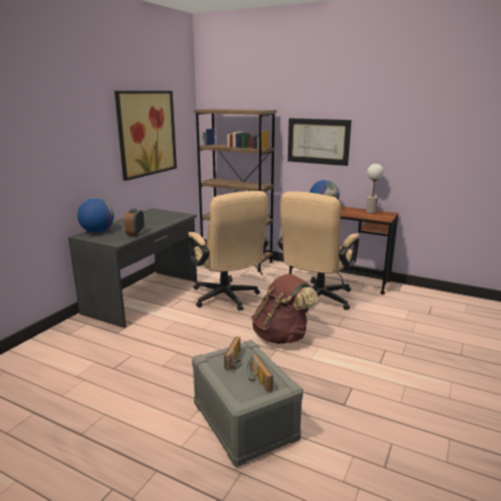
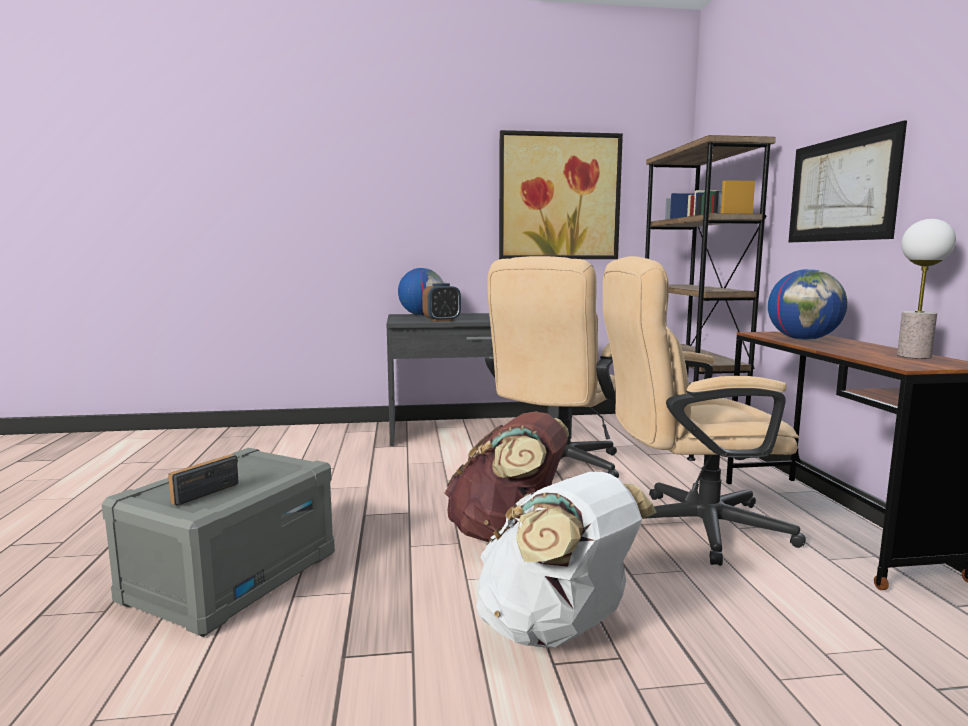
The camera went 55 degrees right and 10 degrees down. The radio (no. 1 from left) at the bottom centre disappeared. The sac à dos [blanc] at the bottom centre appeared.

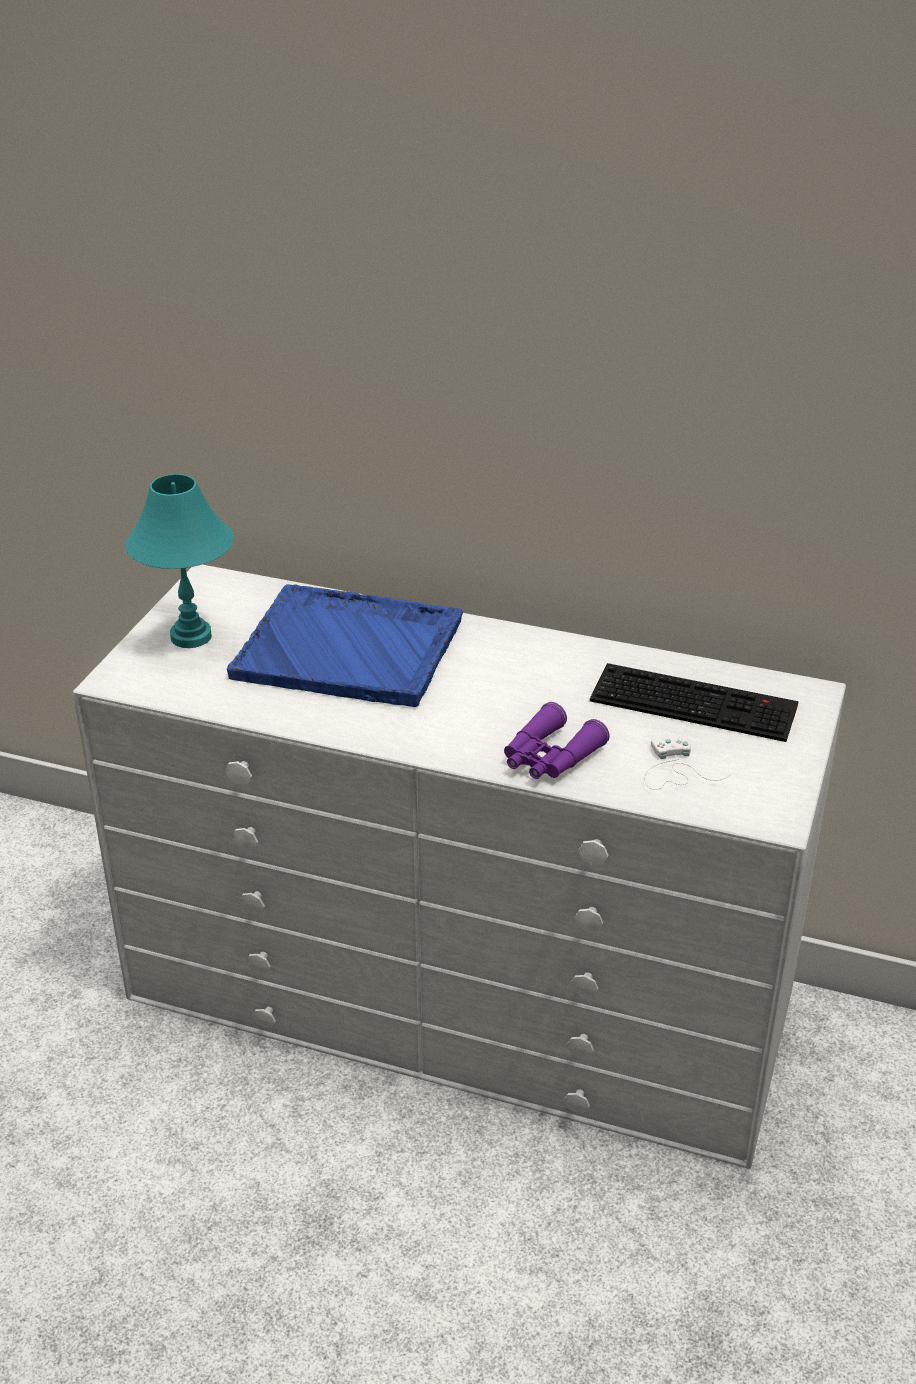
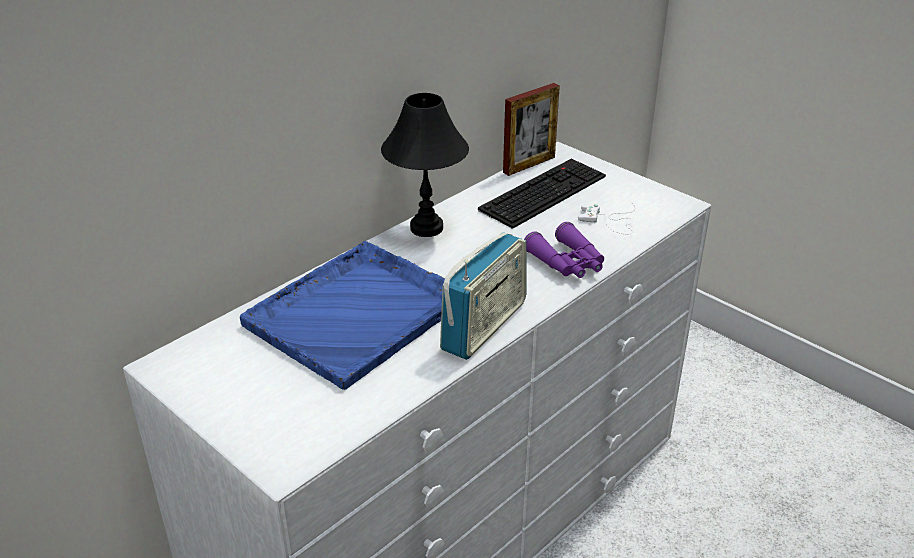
The camera went 65 degrees left and 0 degrees up. The lampe de table [turquoise] at the middle left disappeared. The lampe de table [noir] at the top centre appeared. The radio at the centre appeared. The cadre photo at the top centre appeared.

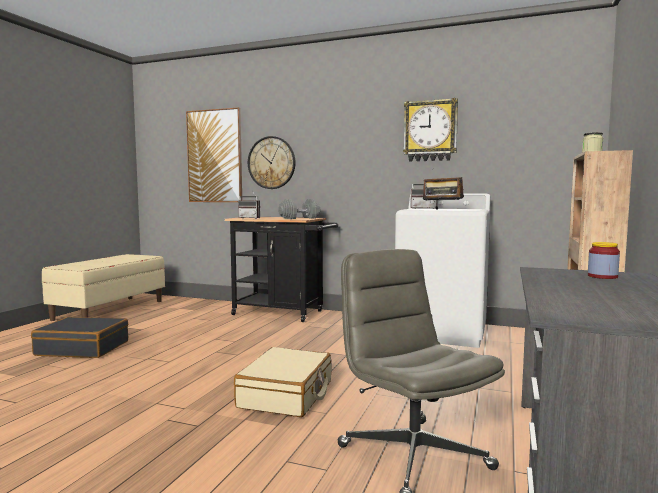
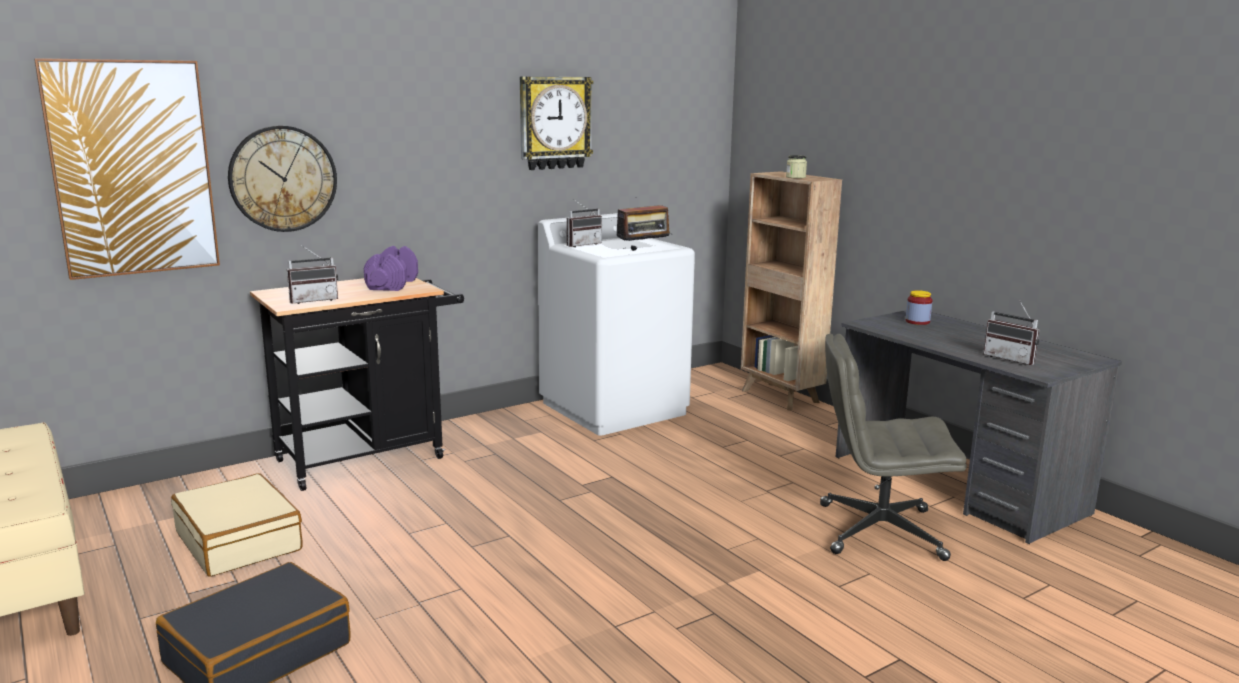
The camera went 55 degrees left and 10 degrees up. The valise [beige] moved from the bottom centre to the bottom left. The haltère [gris] at the centre became the haltère [violet] at the middle left. The radio (no. 4 from left) at the middle right appeared.

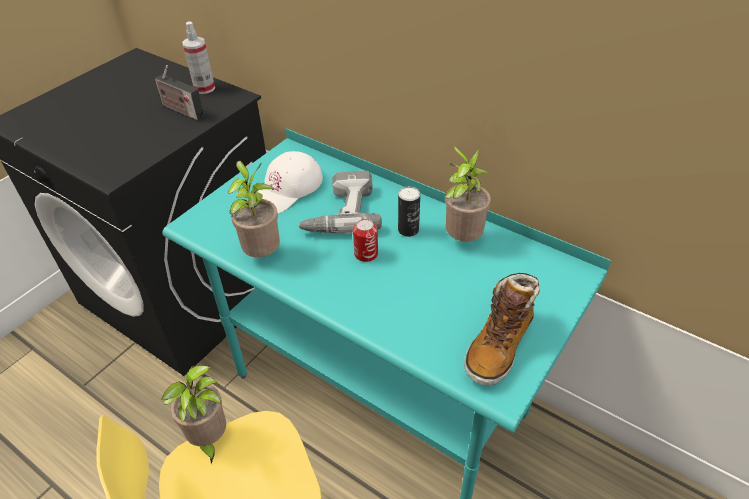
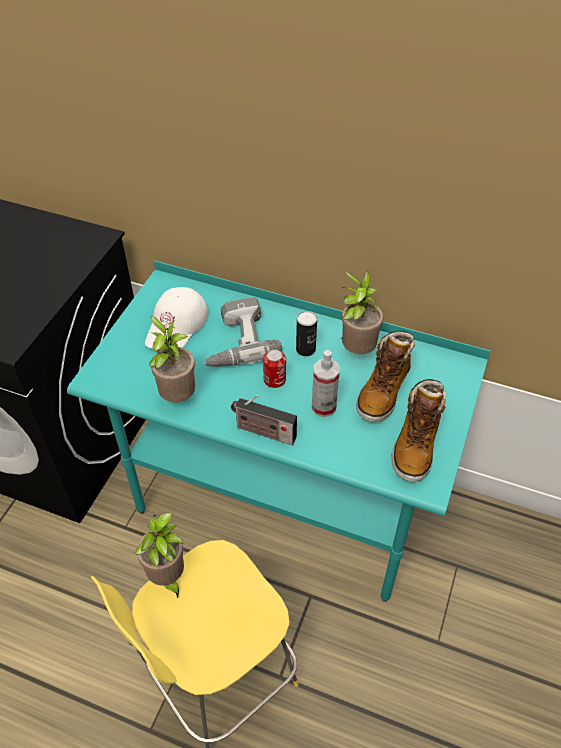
The camera went 15 degrees left and 5 degrees up. The radio moved from the top left to the centre. The vaporisateur moved from the top left to the centre. The botte (no. 1 from left) at the middle right appeared.

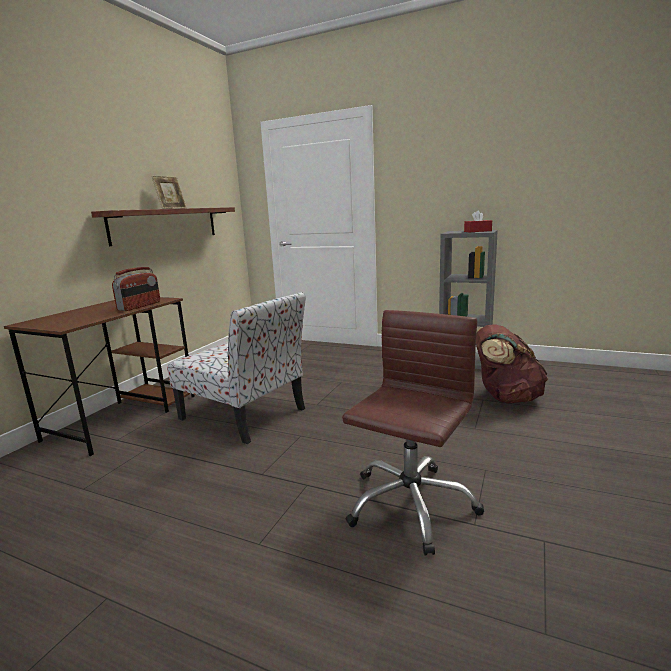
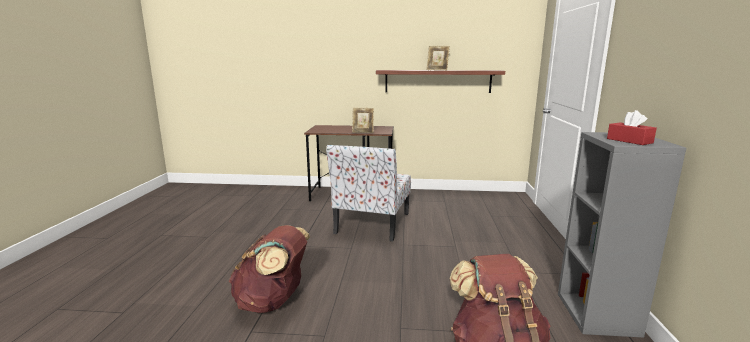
The camera went 70 degrees right and 0 degrees up. The radio at the middle left was replaced by the cadre photo (no. 1 from left) at the centre. The chaise de bureau [marron] at the centre was replaced by the sac à dos [marron] (no. 1 from left) at the bottom centre.

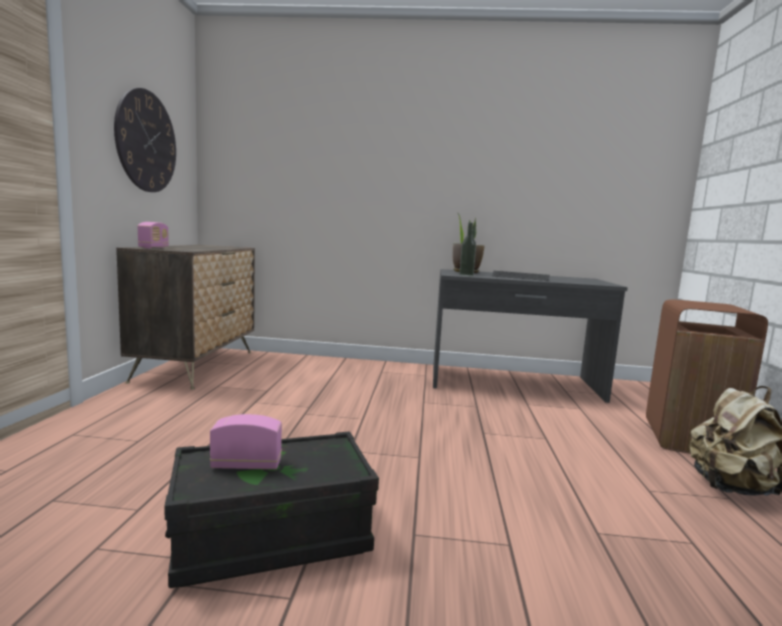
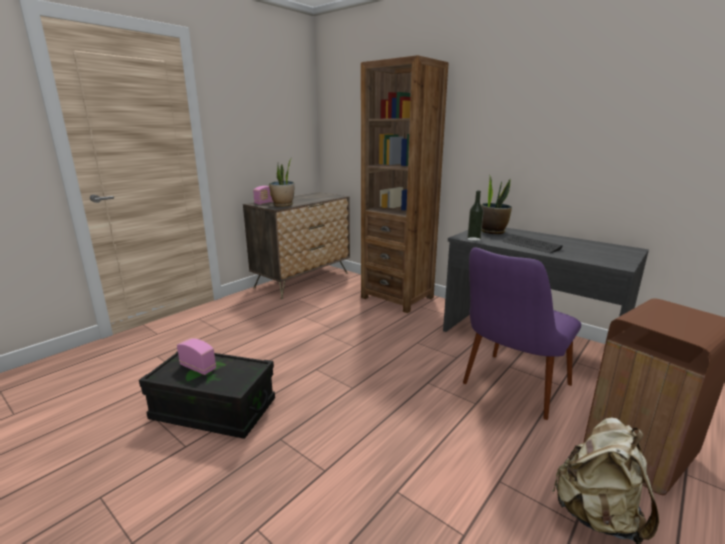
The camera went 35 degrees right and 10 degrees up. The horloge murale at the top left disappeared. The plante en pot (no. 1 from left) at the centre appeared. The bibliothèque [marron] at the centre appeared. The chaise [violet] at the middle right appeared.

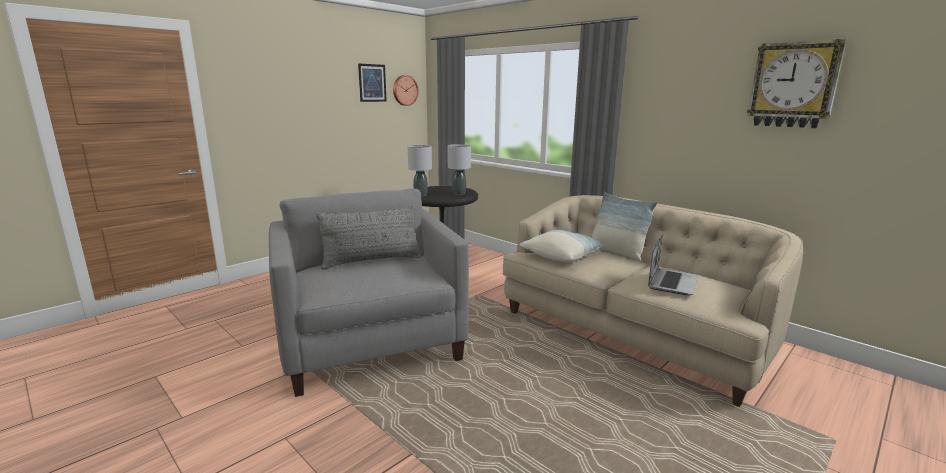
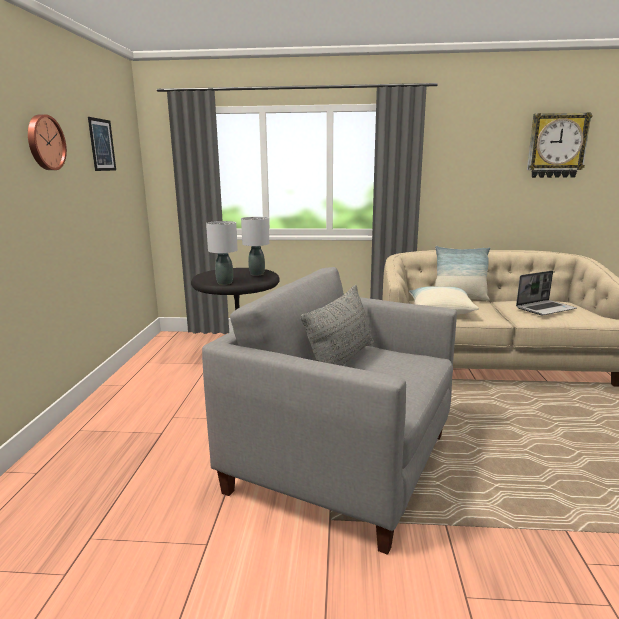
The camera went 40 degrees left and 0 degrees up. The horloge murale (no. 1 from left) moved from the top centre to the top left. The ordinateur portable at the middle right turned 75 degrees clockwise.

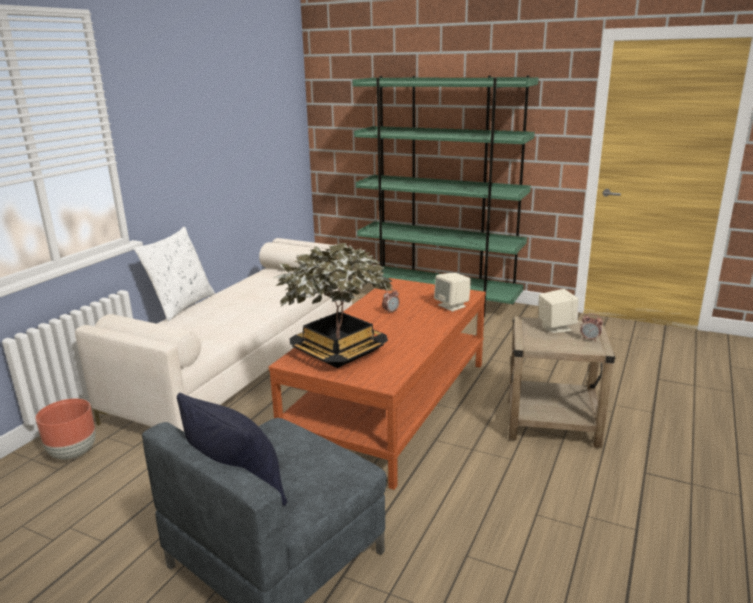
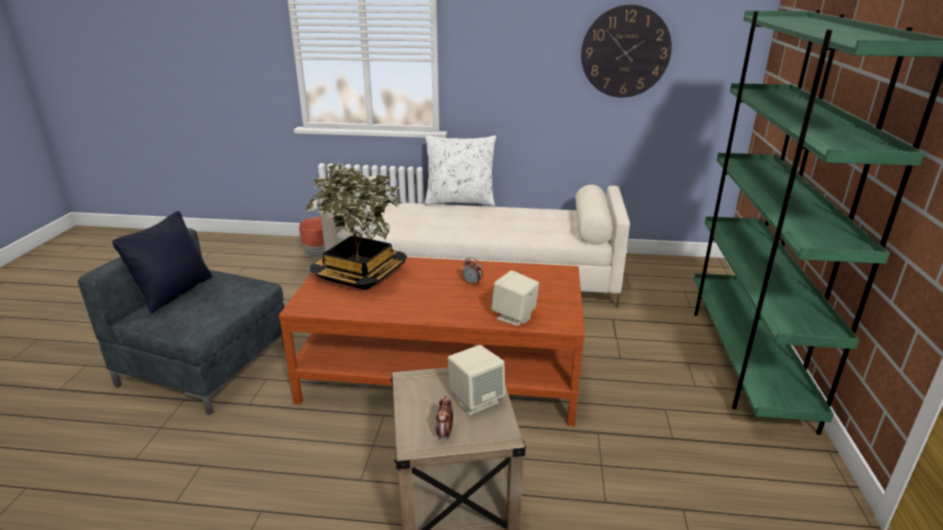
The camera went 70 degrees right and 5 degrees up. The horloge murale at the top centre appeared.

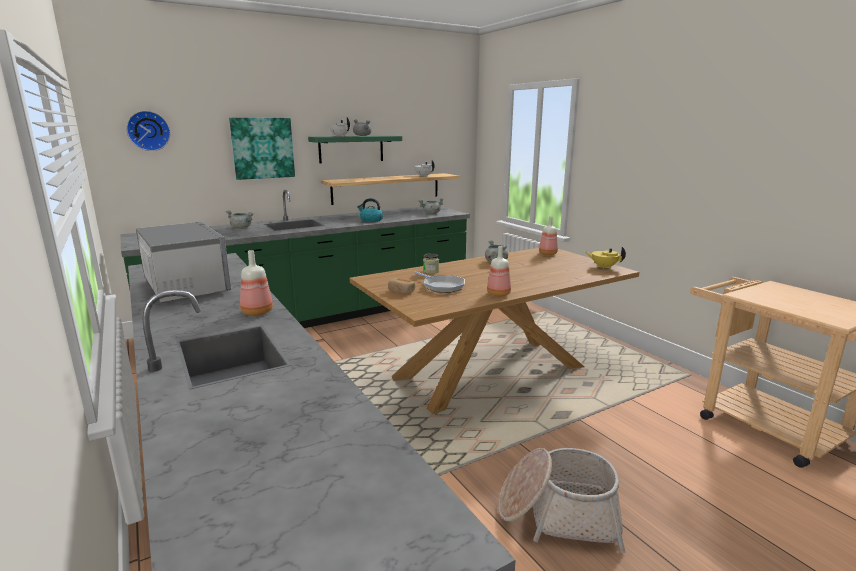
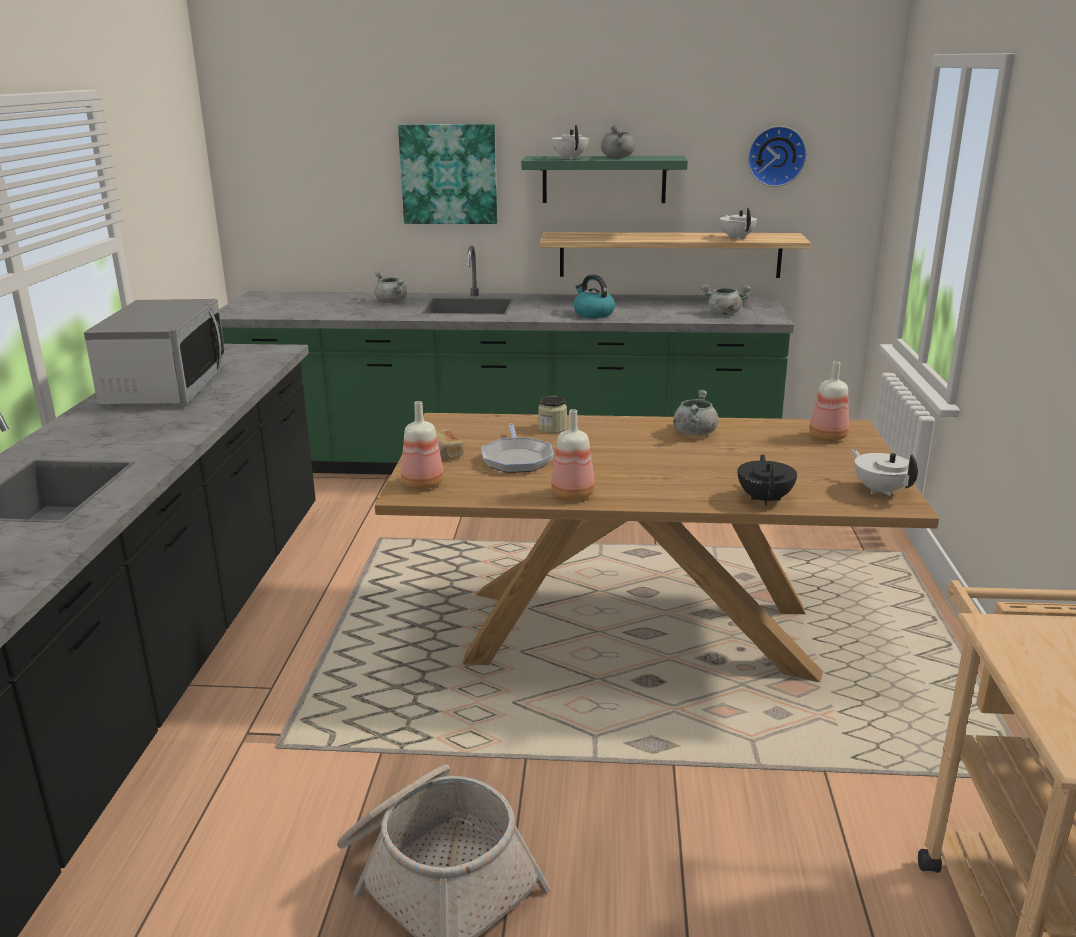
The camera went 35 degrees right and 5 degrees up. The horloge murale moved from the top left to the top right. The bouteille (no. 1 from left) moved from the middle left to the centre. The théière [jaune] at the middle right became the théière [blanc] (no. 3 from left) at the middle right. The théière [noir] at the middle right appeared.

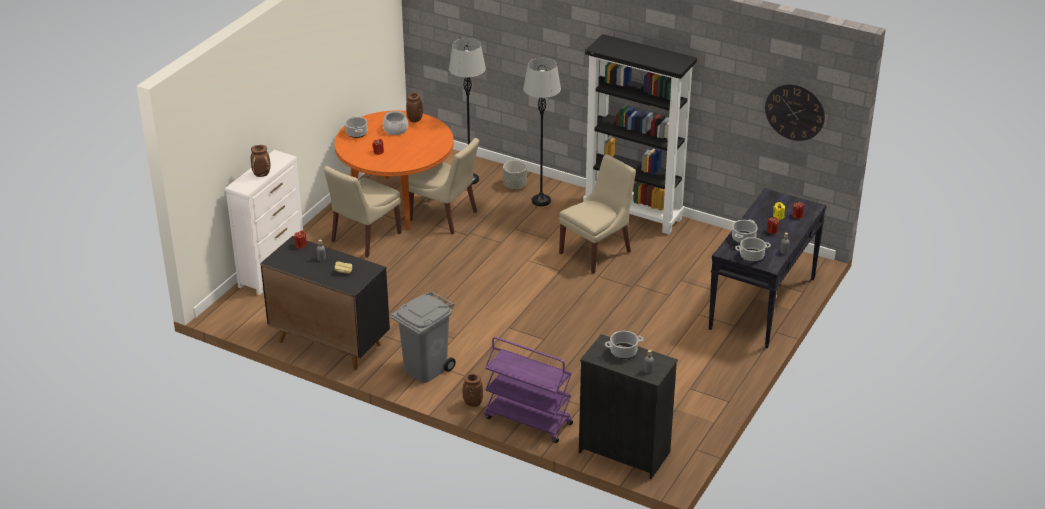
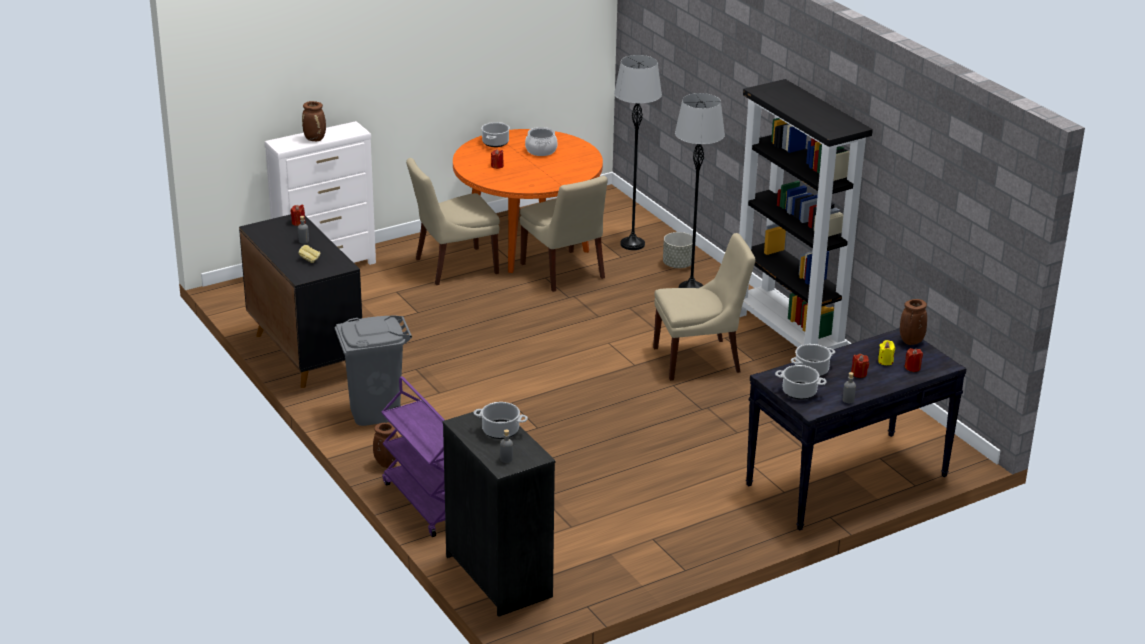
The camera went 30 degrees right and 5 degrees down. The vase [marron] (no. 2 from left in the first image) moved from the top centre to the middle right. The horloge murale at the top right disappeared.

